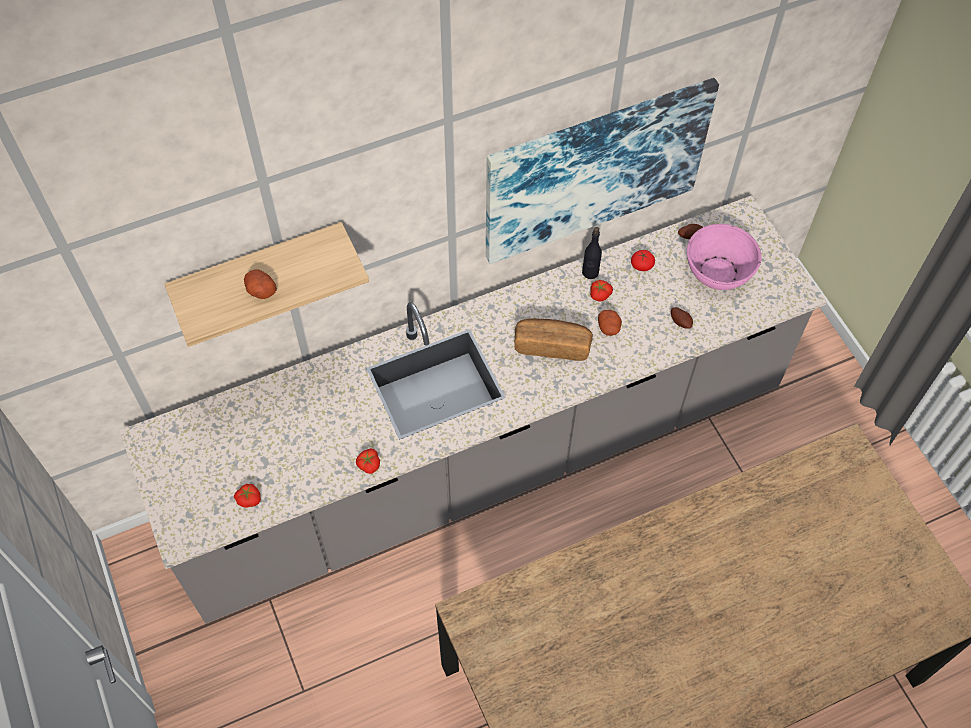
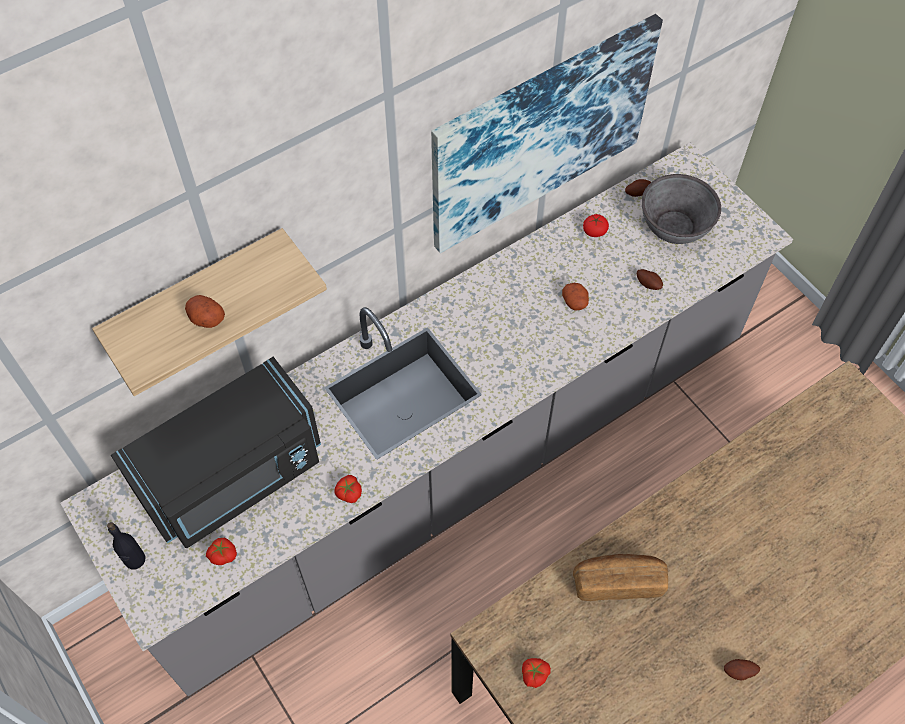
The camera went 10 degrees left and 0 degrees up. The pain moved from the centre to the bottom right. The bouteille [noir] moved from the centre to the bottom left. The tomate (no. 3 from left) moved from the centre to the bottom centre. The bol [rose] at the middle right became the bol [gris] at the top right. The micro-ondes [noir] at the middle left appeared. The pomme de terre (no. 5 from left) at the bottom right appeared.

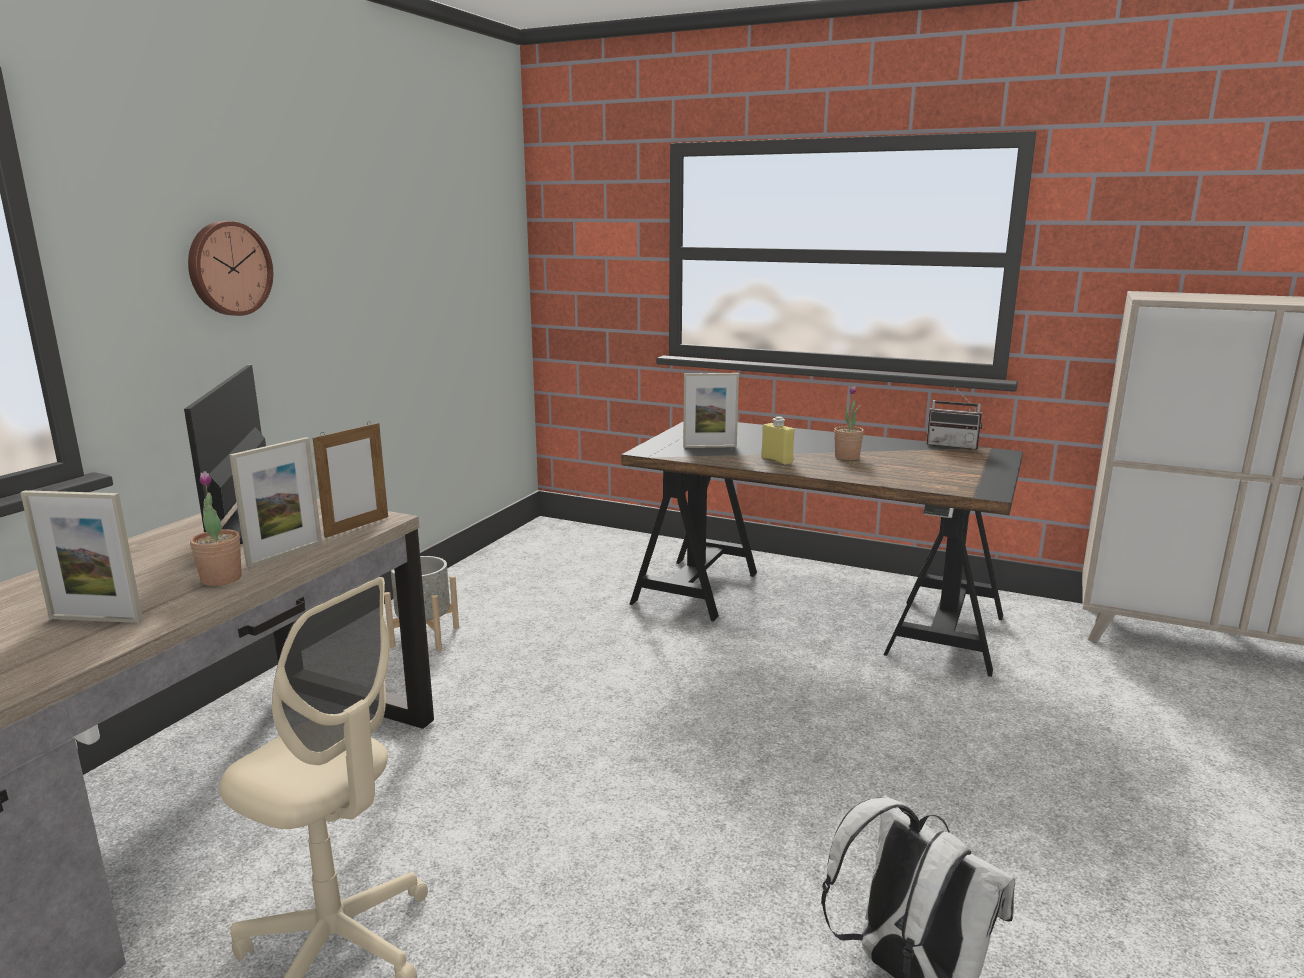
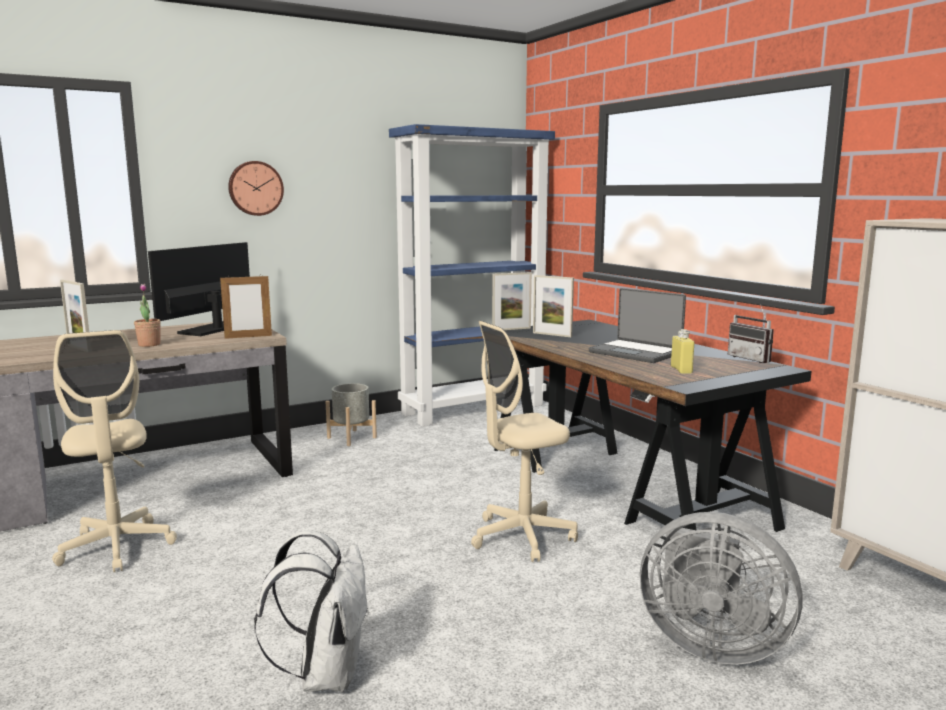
The camera went 35 degrees right and 5 degrees down. The cadre photo (no. 2 from left in the first image) moved from the middle left to the centre. The bouteille [jaune] moved from the centre to the middle right. The plante en pot (no. 2 from left) at the centre was replaced by the ordinateur portable at the middle right. The bibliothèque [bleu] at the centre appeared. The chaise de bureau [beige] (no. 2 from left) at the centre appeared. The ventilateur [gris] at the bottom right appeared.

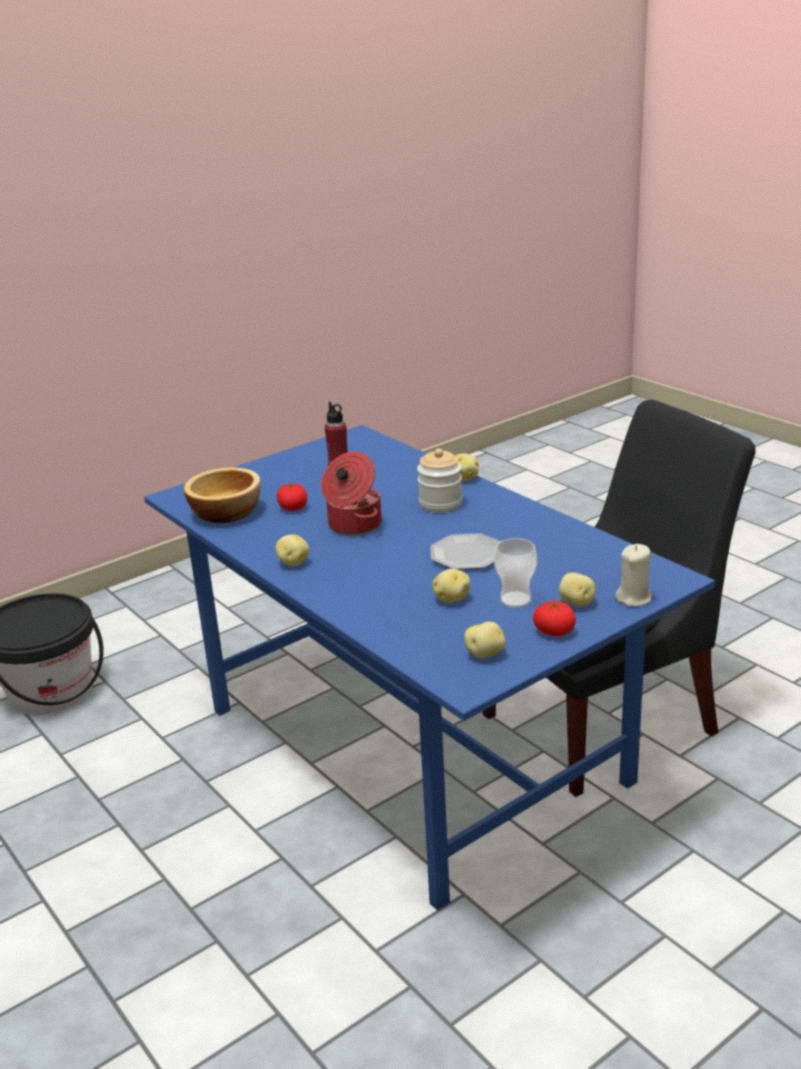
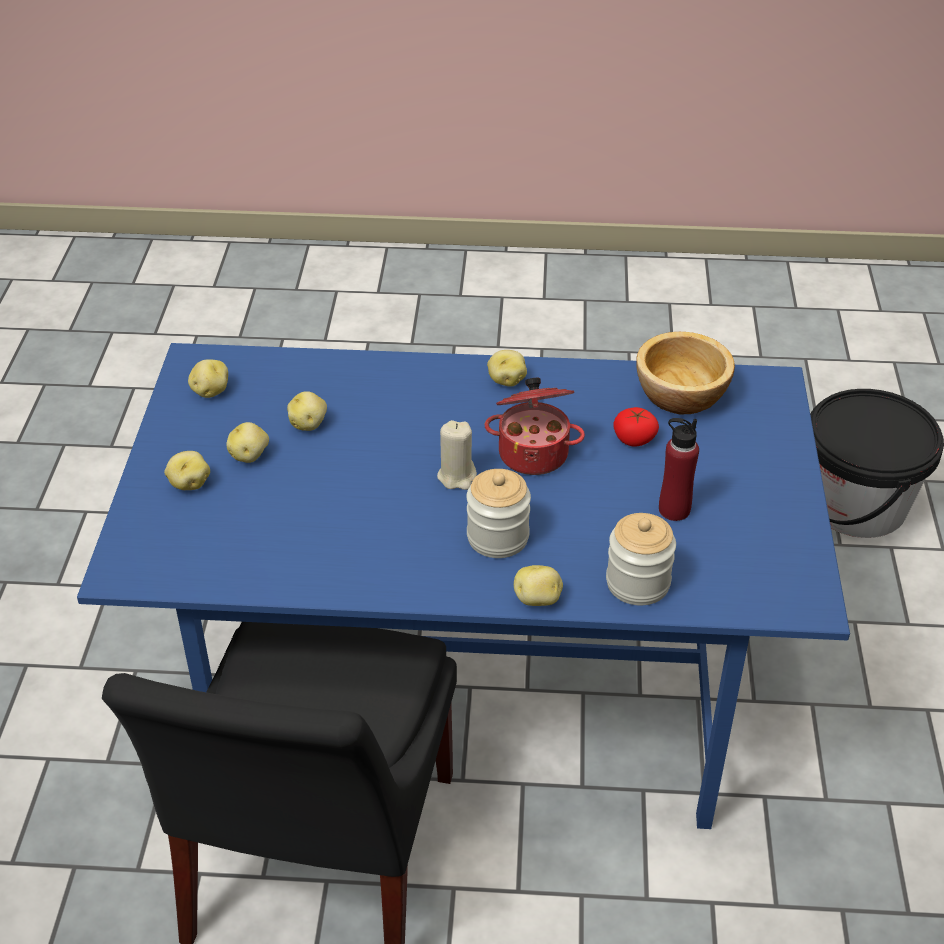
The camera went 130 degrees right and 15 degrees up. The assiette at the centre disappeared. The tasse at the centre was replaced by the pomme de terre (no. 3 from left) at the middle left. The tomate (no. 2 from left) at the middle right disappeared. The bougie [beige] moved from the middle right to the centre. The bocal (no. 2 from left) at the middle right appeared.

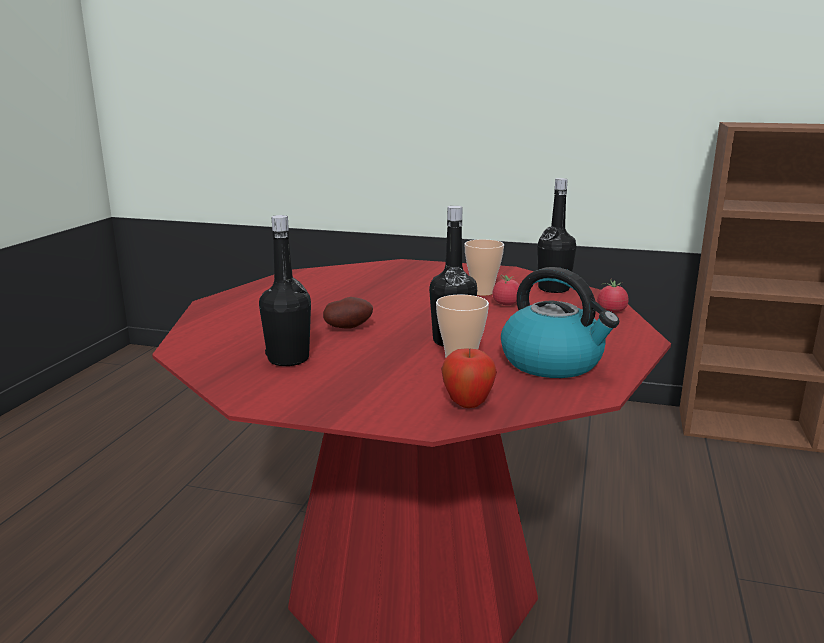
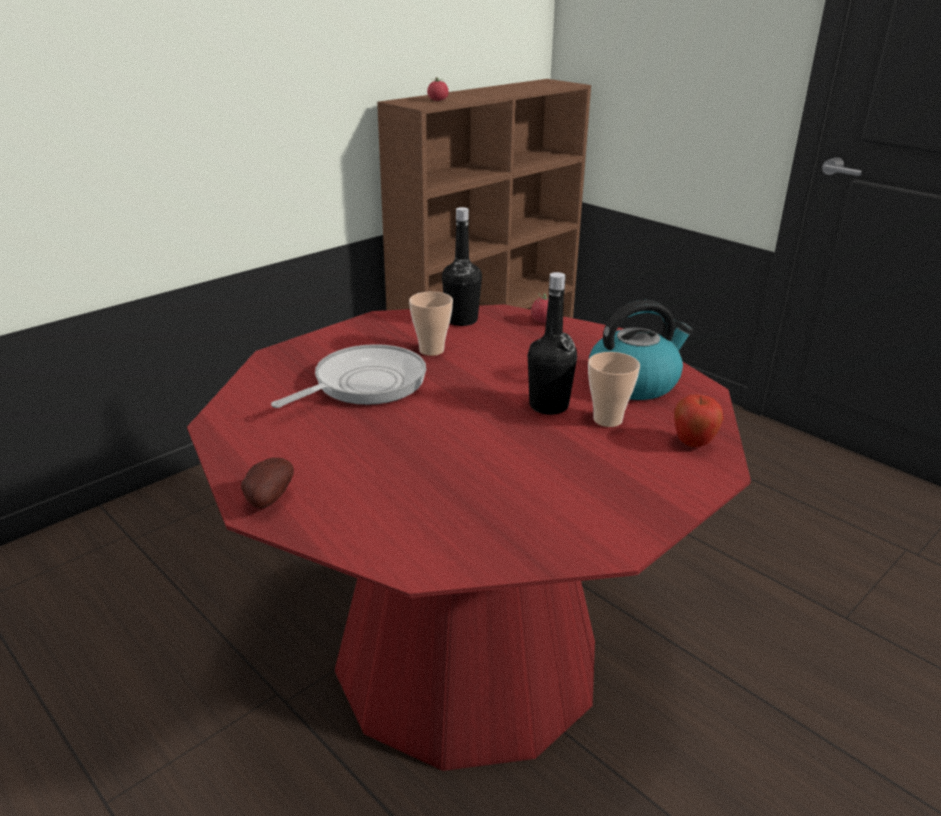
The camera went 60 degrees left and 10 degrees up. The bouteille [noir] (no. 1 from left) at the centre disappeared. The pomme de terre moved from the centre to the middle left. The tomate (no. 1 from left) moved from the centre to the top centre. The poêle at the centre appeared.

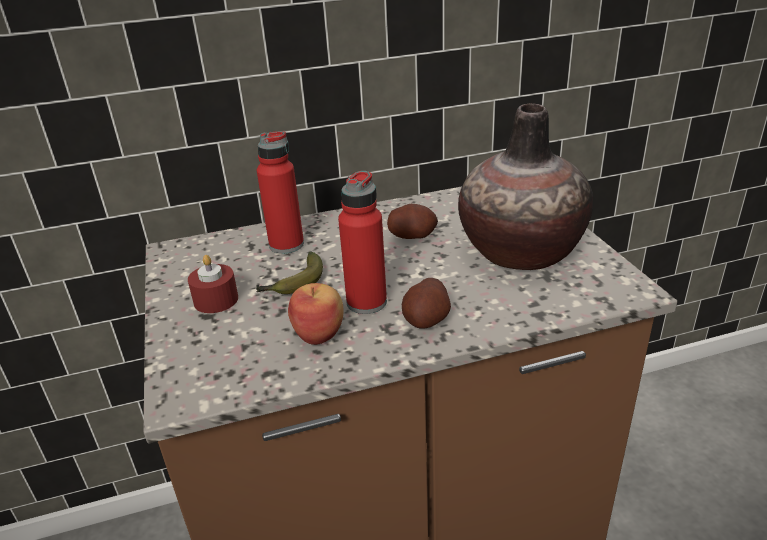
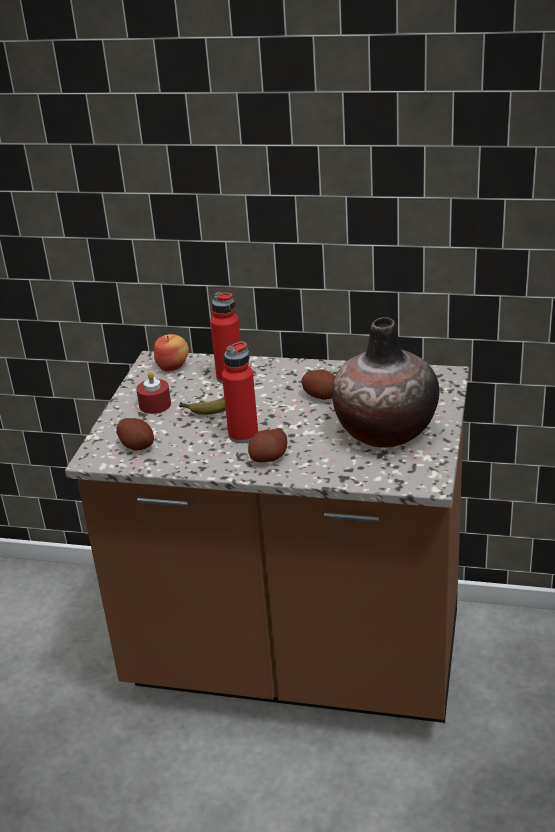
The camera went 30 degrees right and 0 degrees up. The pomme moved from the centre to the middle left. The pomme de terre (no. 1 from left) at the middle left appeared.

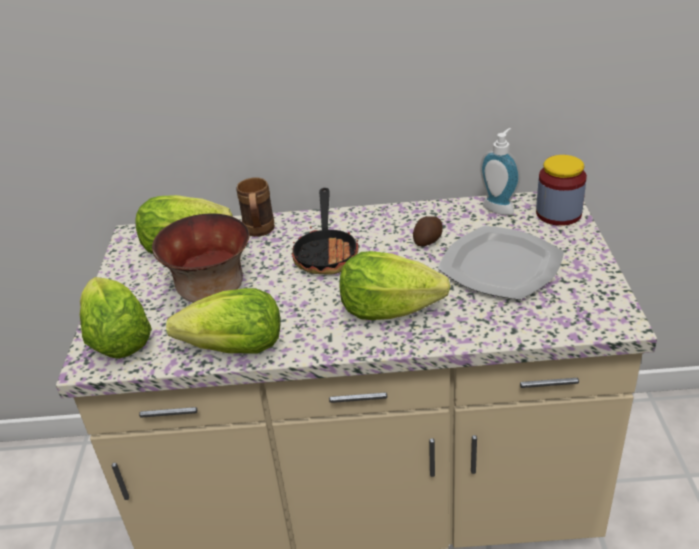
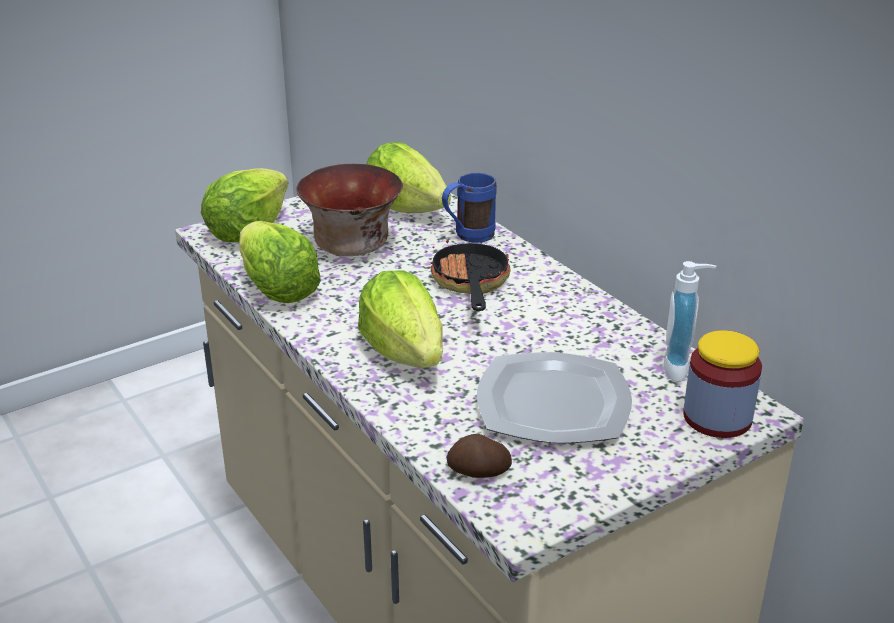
The camera went 55 degrees right and 5 degrees down. The mug [marron] at the centre became the mug [bleu] at the centre. The poêle at the centre turned 120 degrees clockwise. The pomme de terre moved from the centre to the bottom centre.

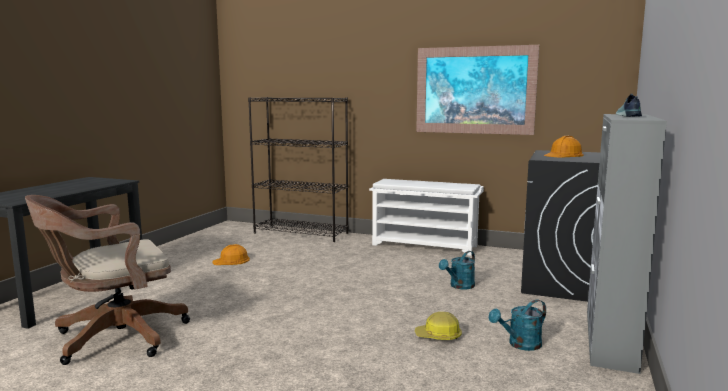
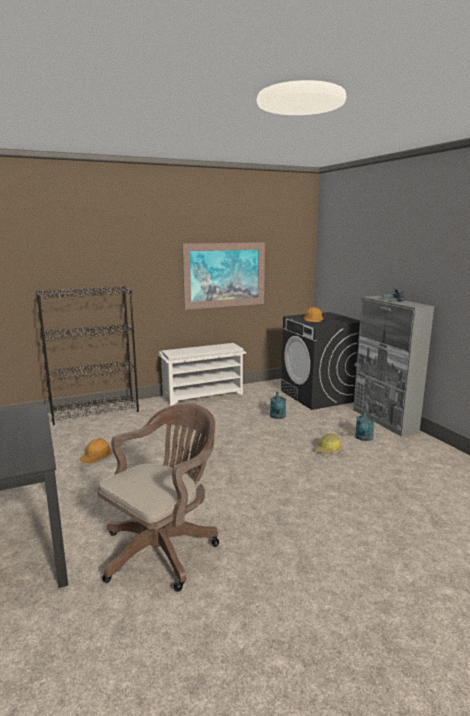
The camera went 45 degrees left and 5 degrees up. The chaise de bureau [marron] at the bottom left turned 150 degrees counterclockwise.

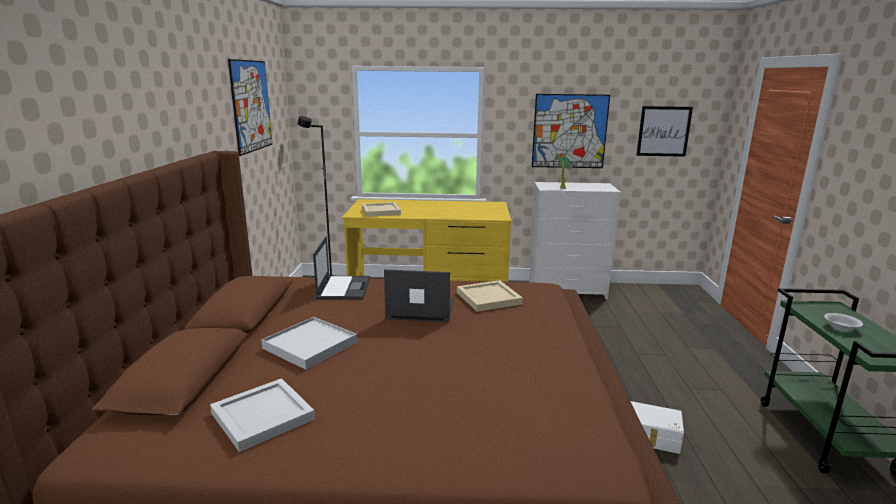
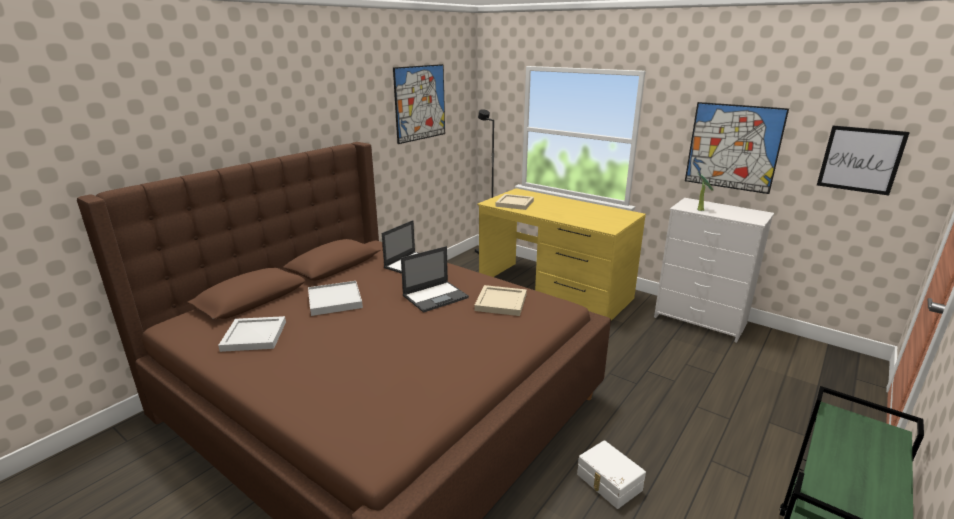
The camera went 35 degrees right and 5 degrees up. The ordinateur portable (no. 2 from left) at the centre turned 105 degrees clockwise. The bol [blanc] at the middle right disappeared.

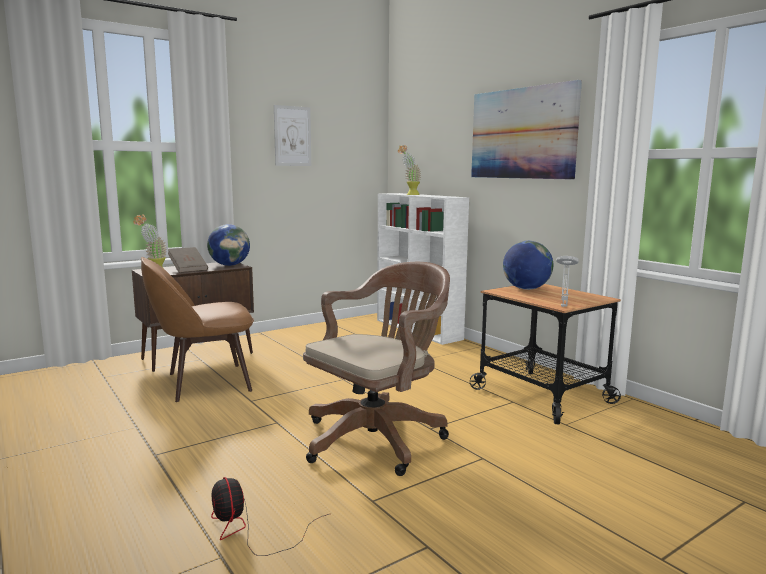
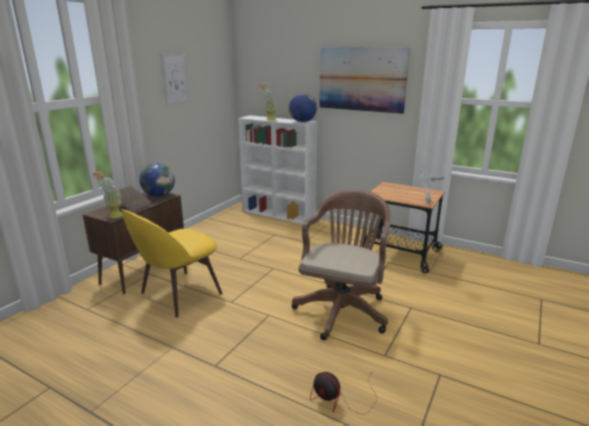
The camera went 25 degrees left and 10 degrees up. The chaise [marron] at the middle left became the chaise [jaune] at the middle left. The globe (no. 2 from left) moved from the middle right to the top centre.

